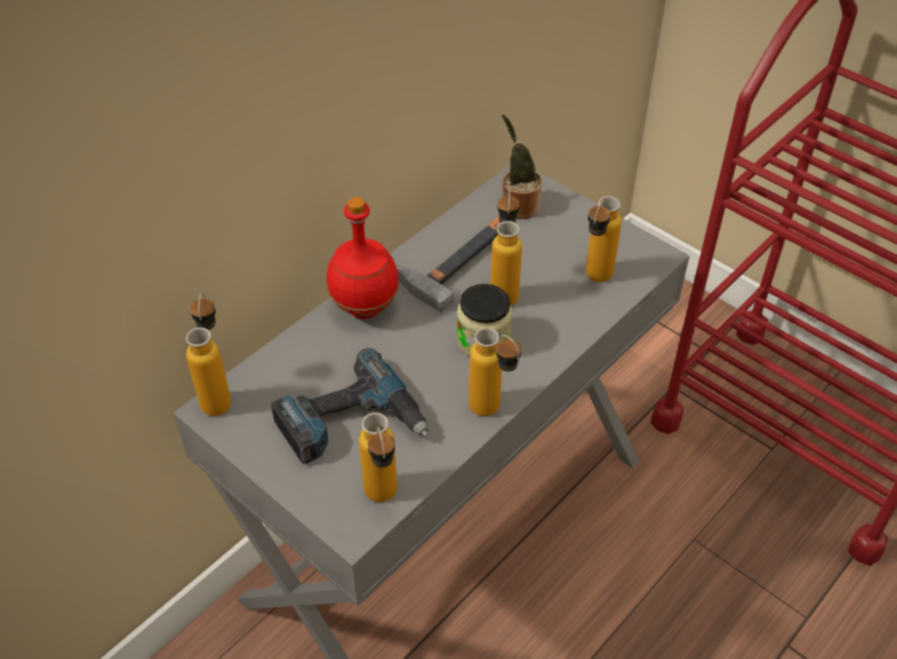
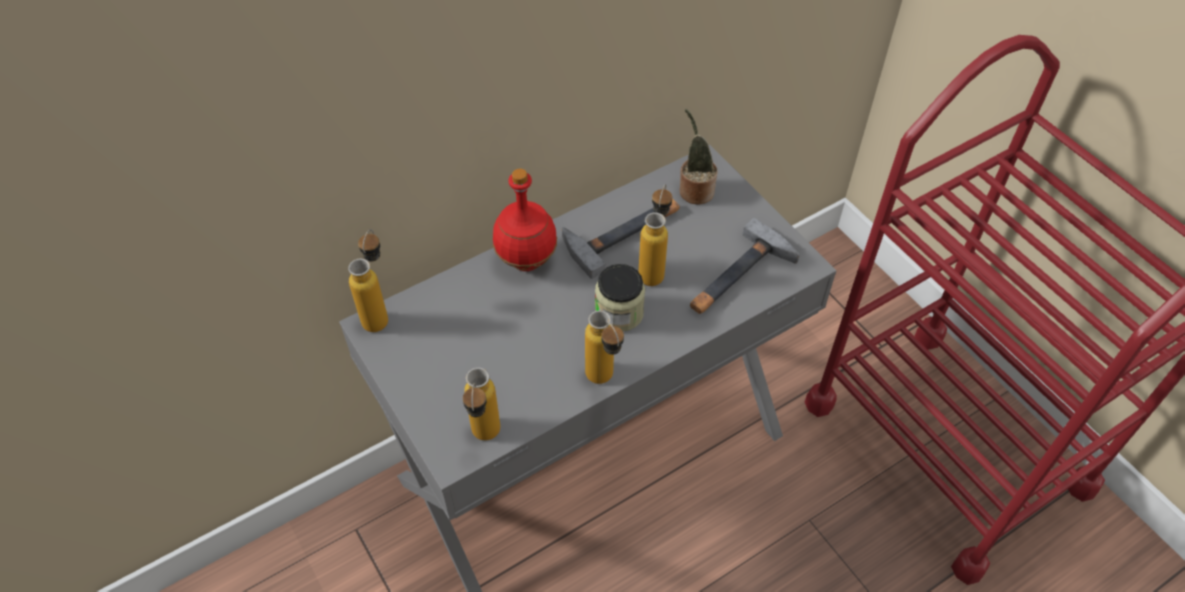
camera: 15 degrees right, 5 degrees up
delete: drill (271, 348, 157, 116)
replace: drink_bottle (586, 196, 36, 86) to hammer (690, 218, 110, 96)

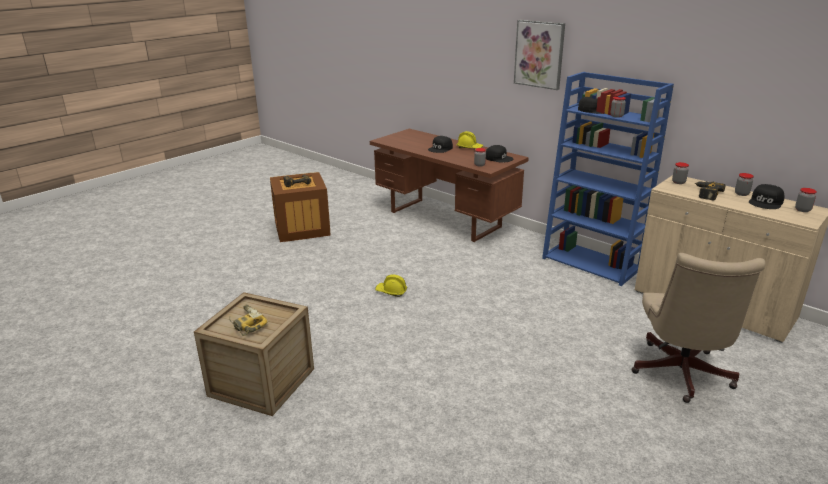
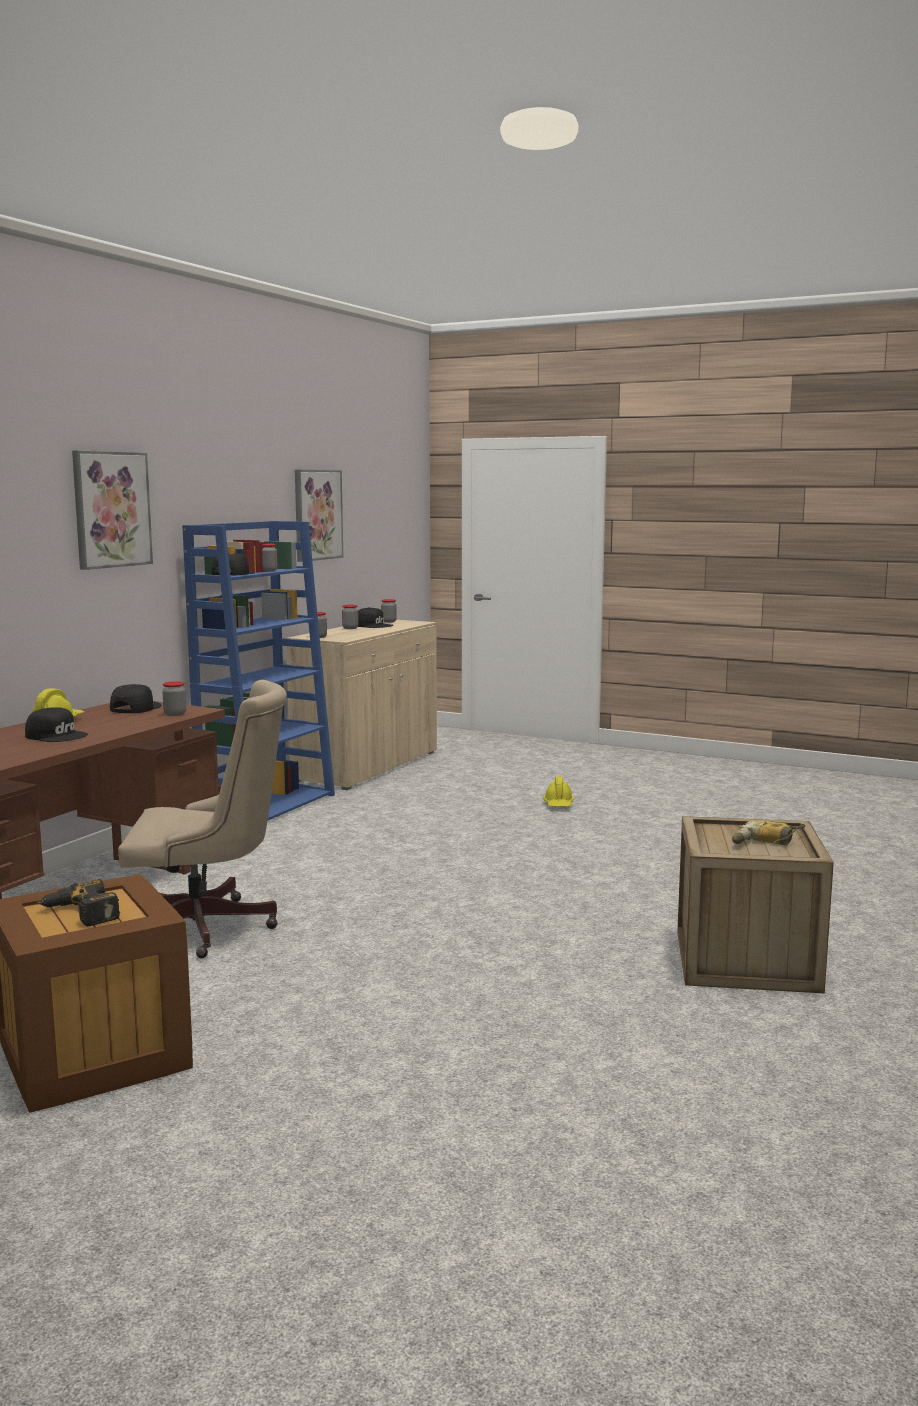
camera: 105 degrees left, 15 degrees down
delete: drill (694, 181, 31, 19)
insert: picture (295, 470, 48, 92)
move: sand-coloured_desk_chair (632, 253, 133, 150) to (118, 680, 169, 278); yellowish_safety_helmet (375, 274, 32, 23) to (543, 776, 31, 31)

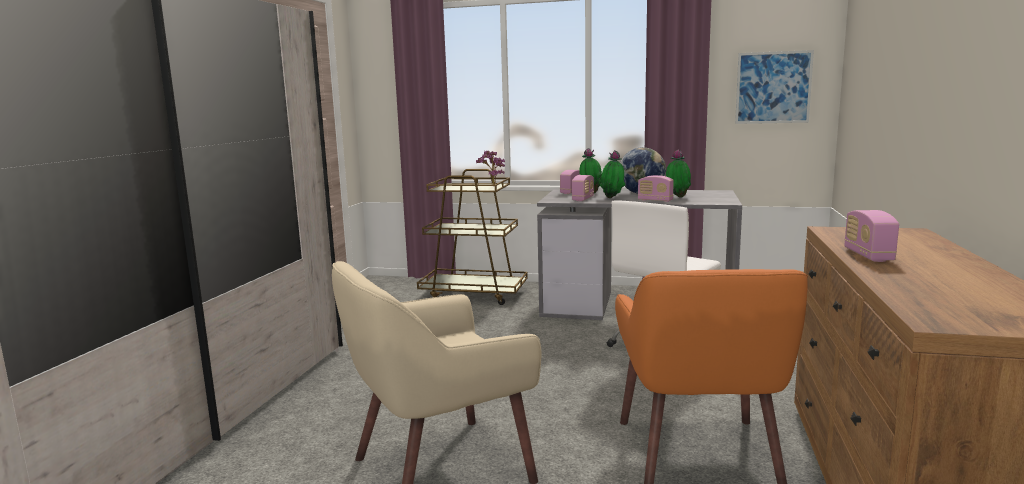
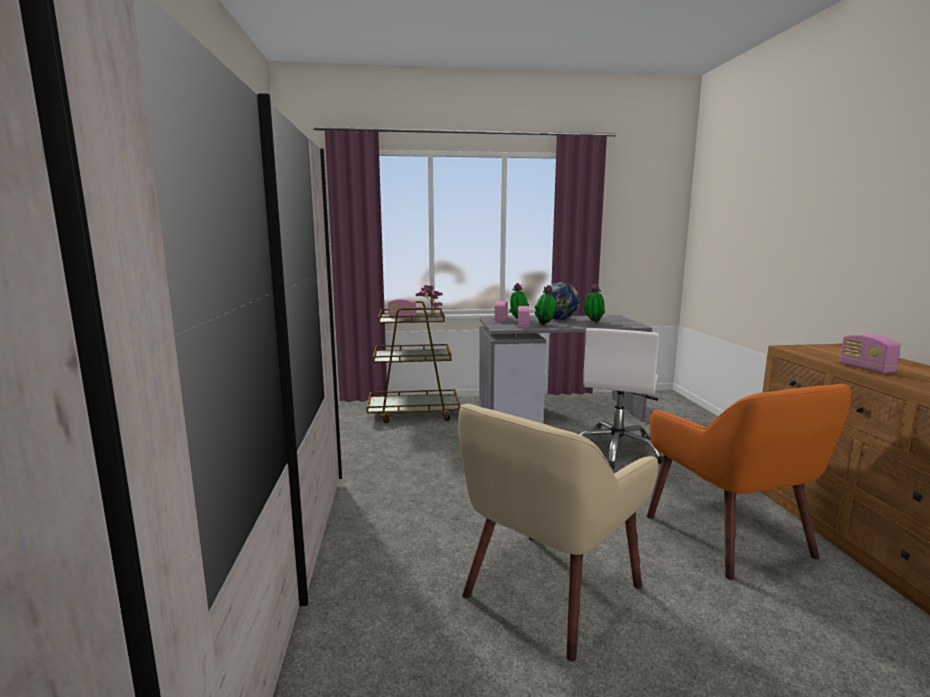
camera: 20 degrees left, 0 degrees up
delete: picture (735, 50, 79, 74)
move: radio (638, 175, 36, 27) to (388, 298, 28, 21)

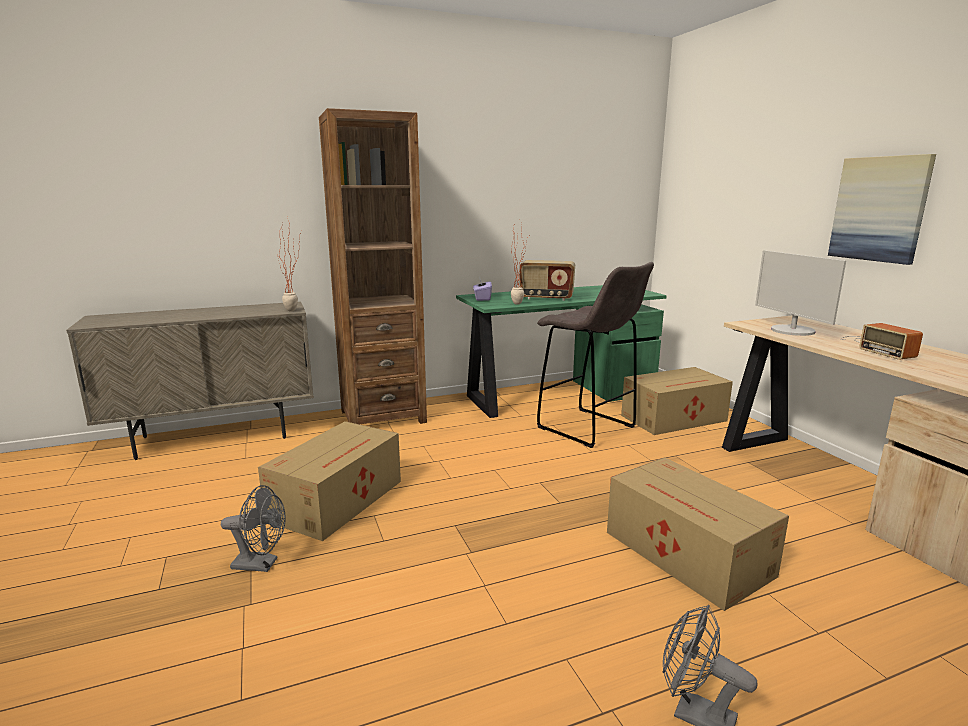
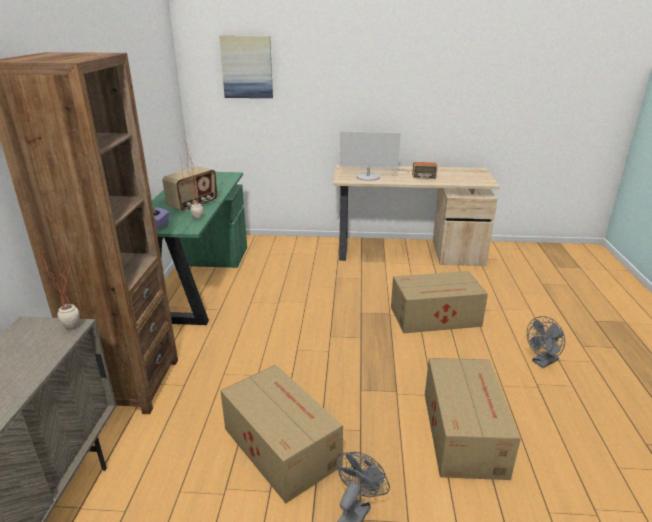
camera: 65 degrees left, 10 degrees up
delete: gray_stool (537, 262, 117, 186)
move: picture (828, 154, 108, 111) to (219, 36, 54, 62); packing_box (621, 367, 112, 68) to (425, 358, 96, 122)

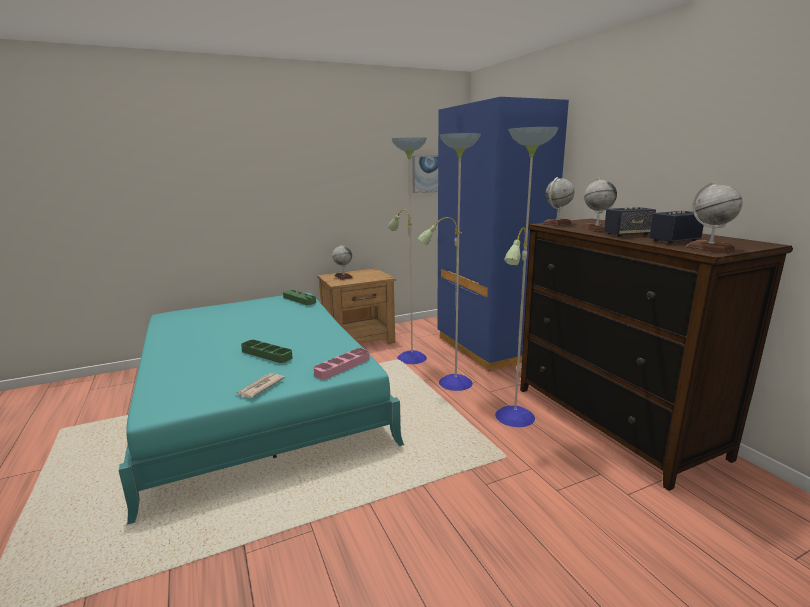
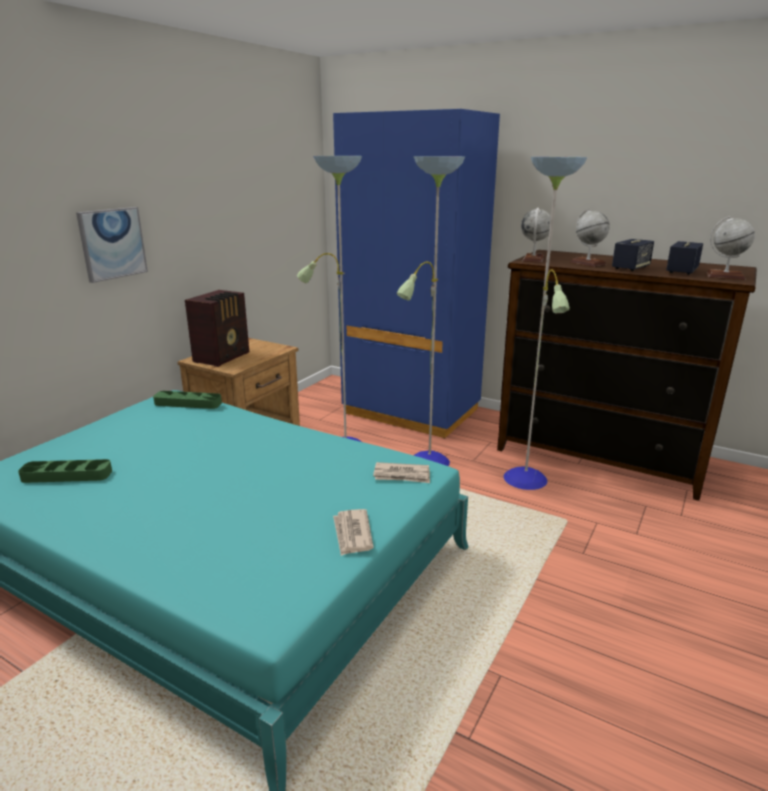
camera: 35 degrees left, 5 degrees up
move: greenish_tray (241, 340, 52, 23) to (18, 459, 94, 24); picture (412, 155, 26, 38) to (76, 207, 72, 76)
replace: globe (332, 244, 21, 36) to radio (185, 290, 64, 77); pinkish_tray (314, 348, 55, 32) to newspaper (373, 462, 57, 21)

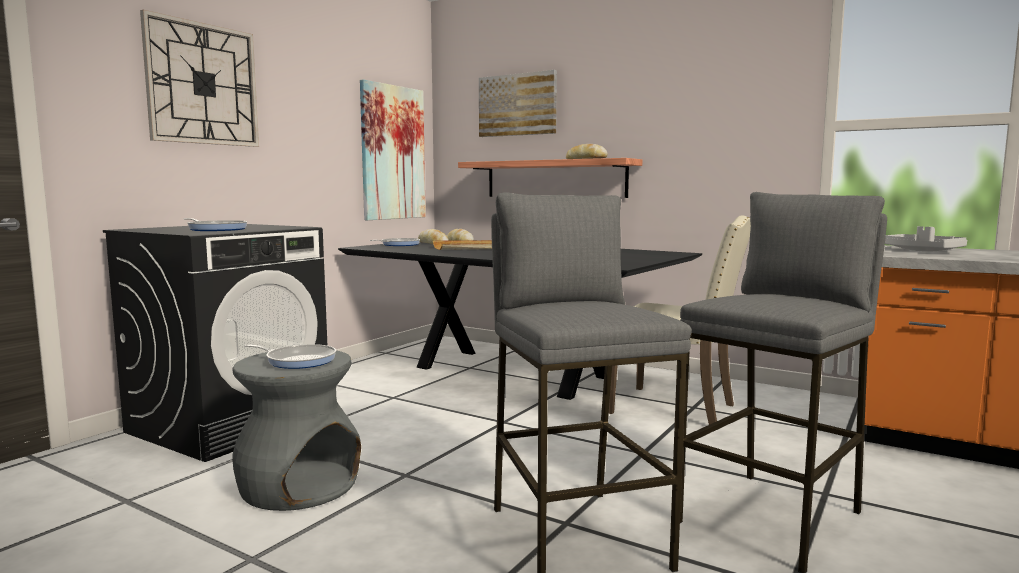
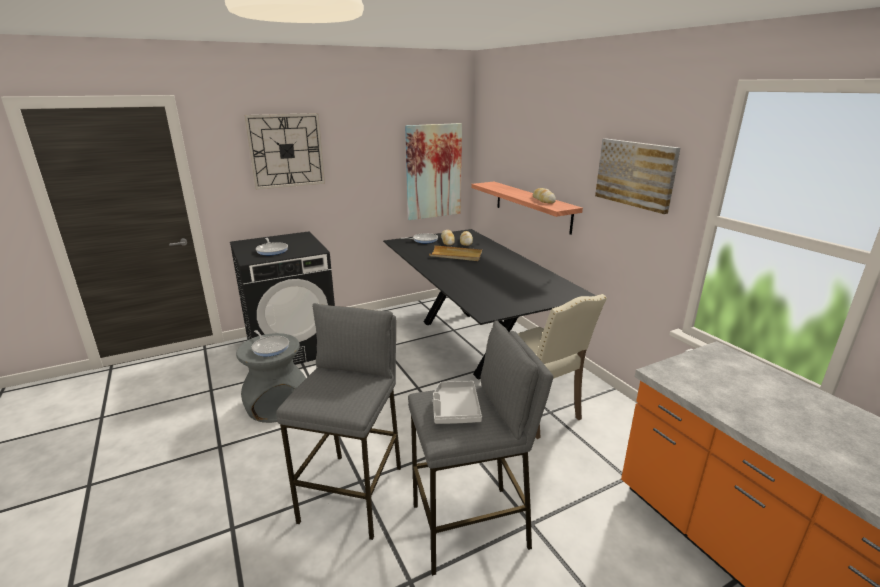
camera: 30 degrees right, 15 degrees up
move: gray_tray (885, 226, 82, 26) to (433, 381, 49, 43); picture (479, 70, 78, 67) to (595, 139, 85, 75)

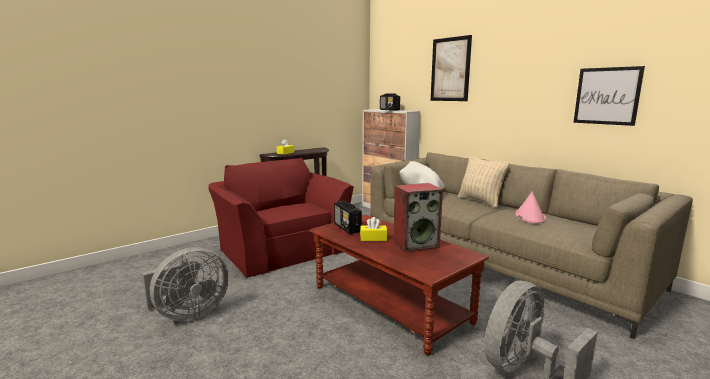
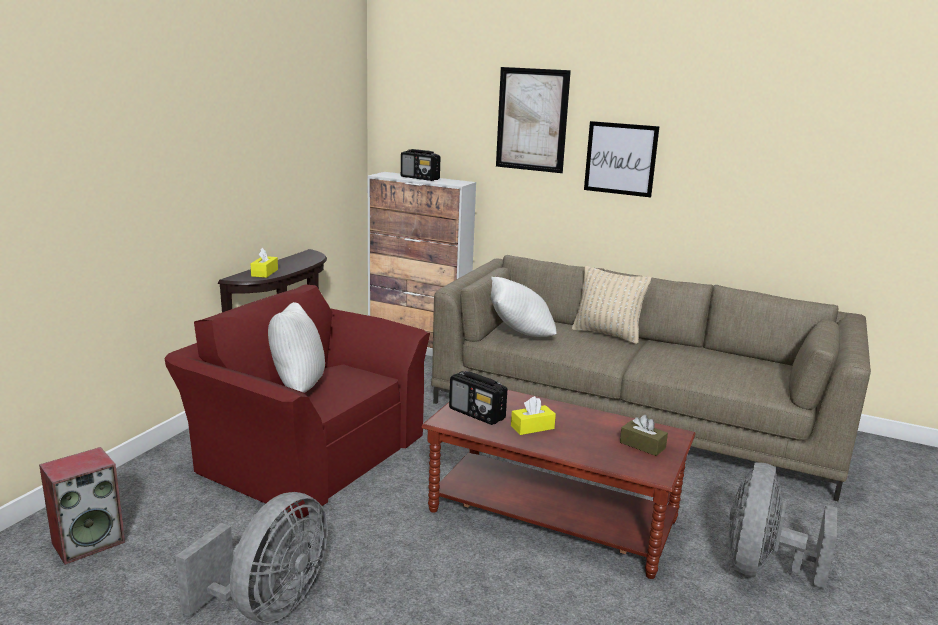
camera: 25 degrees left, 5 degrees up
delete: pinkish_wearable_hat (515, 192, 31, 32)
insert: whitish_pillow (268, 302, 57, 91); brown-coloured_tissue_box (620, 415, 48, 41)
move: speaker (393, 183, 50, 69) to (39, 447, 86, 118); picture (573, 66, 72, 60) to (584, 121, 76, 76)

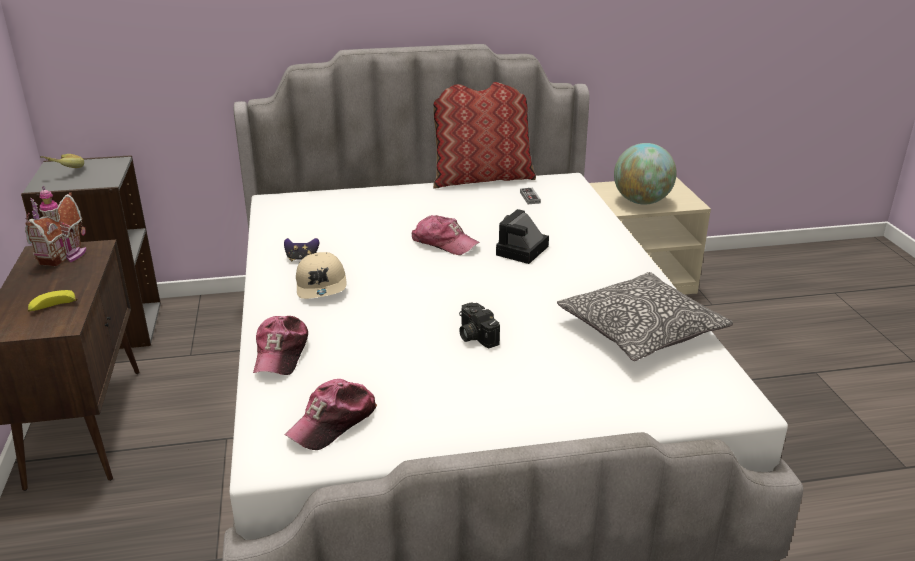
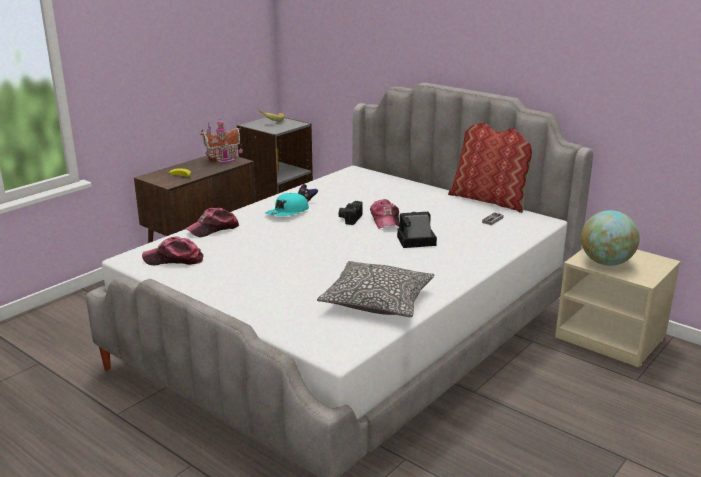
camera: 50 degrees right, 5 degrees down
move: photo_camera (459, 302, 41, 46) to (338, 201, 25, 24)
recolor: sand-coloured_cap (296, 252, 50, 47) to blue-green_cap (265, 193, 44, 23)

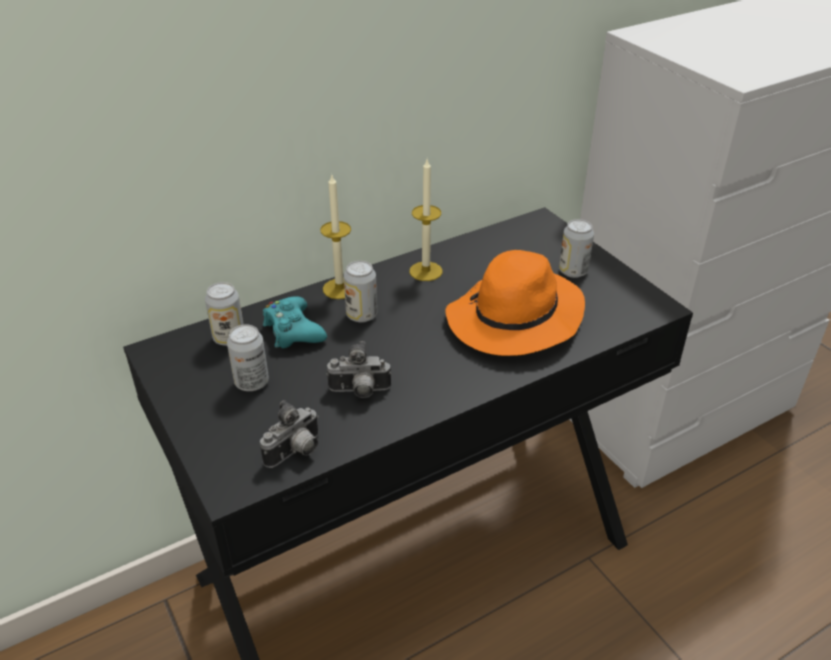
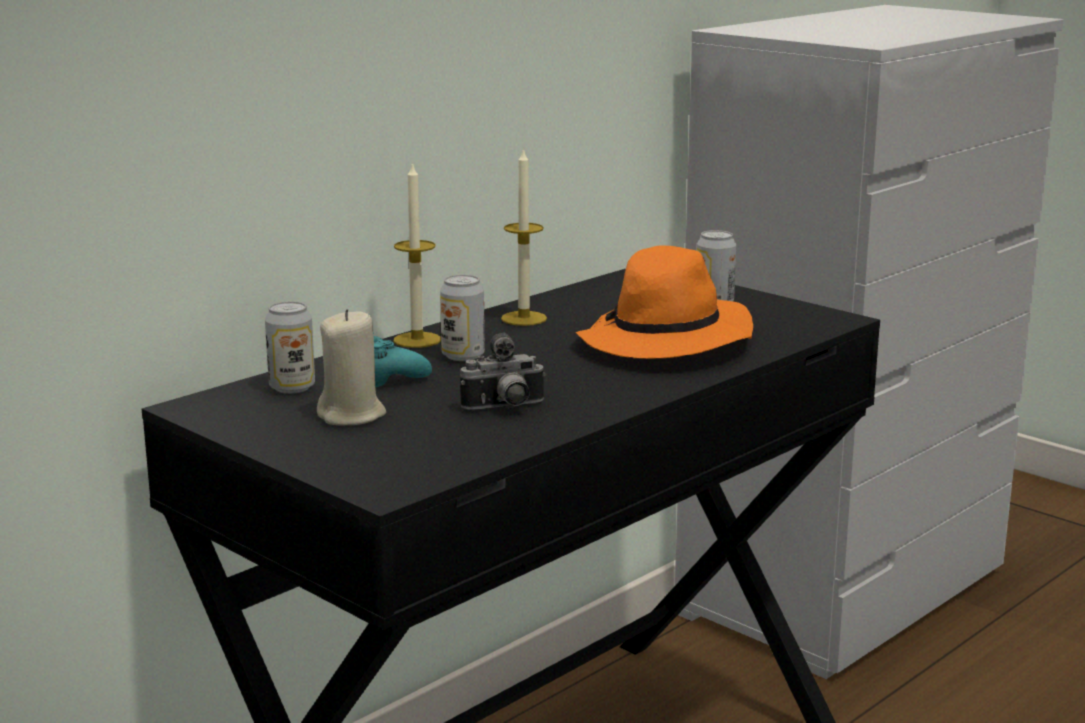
camera: 15 degrees left, 20 degrees down
delete: photo_camera (260, 400, 59, 68)
replace: metal_can (227, 324, 42, 67) to sand-coloured_candle (317, 309, 69, 116)

